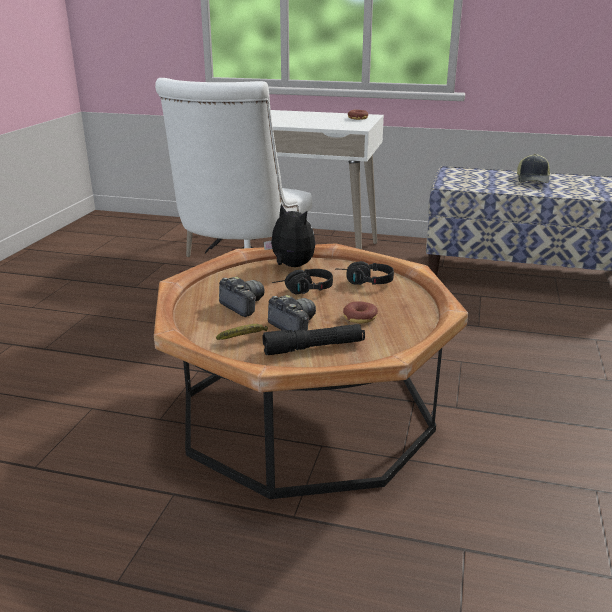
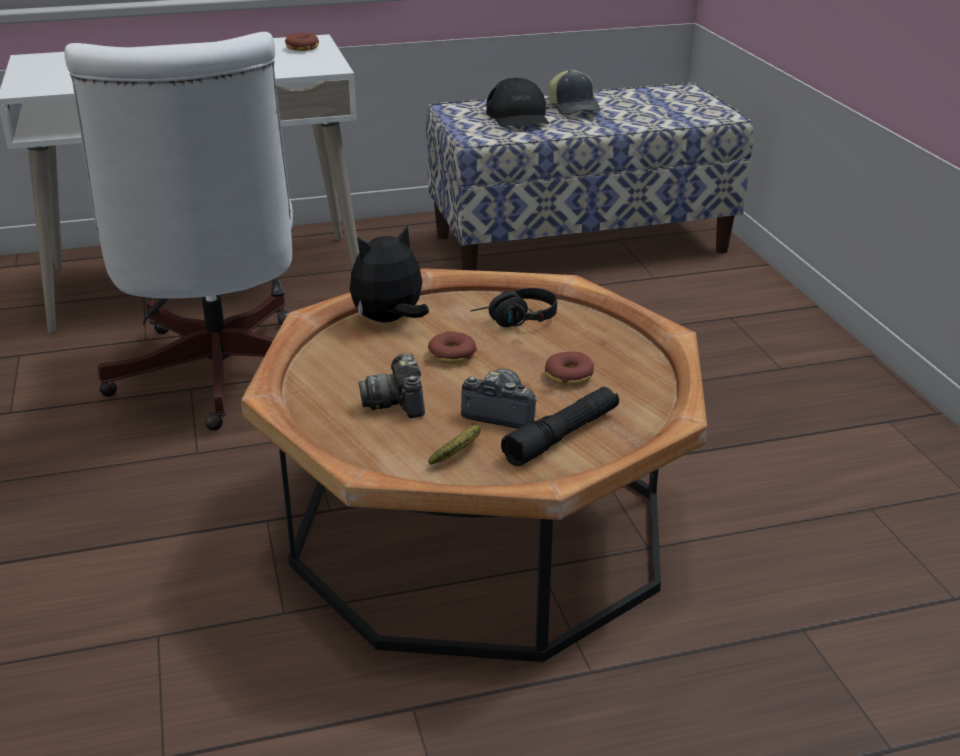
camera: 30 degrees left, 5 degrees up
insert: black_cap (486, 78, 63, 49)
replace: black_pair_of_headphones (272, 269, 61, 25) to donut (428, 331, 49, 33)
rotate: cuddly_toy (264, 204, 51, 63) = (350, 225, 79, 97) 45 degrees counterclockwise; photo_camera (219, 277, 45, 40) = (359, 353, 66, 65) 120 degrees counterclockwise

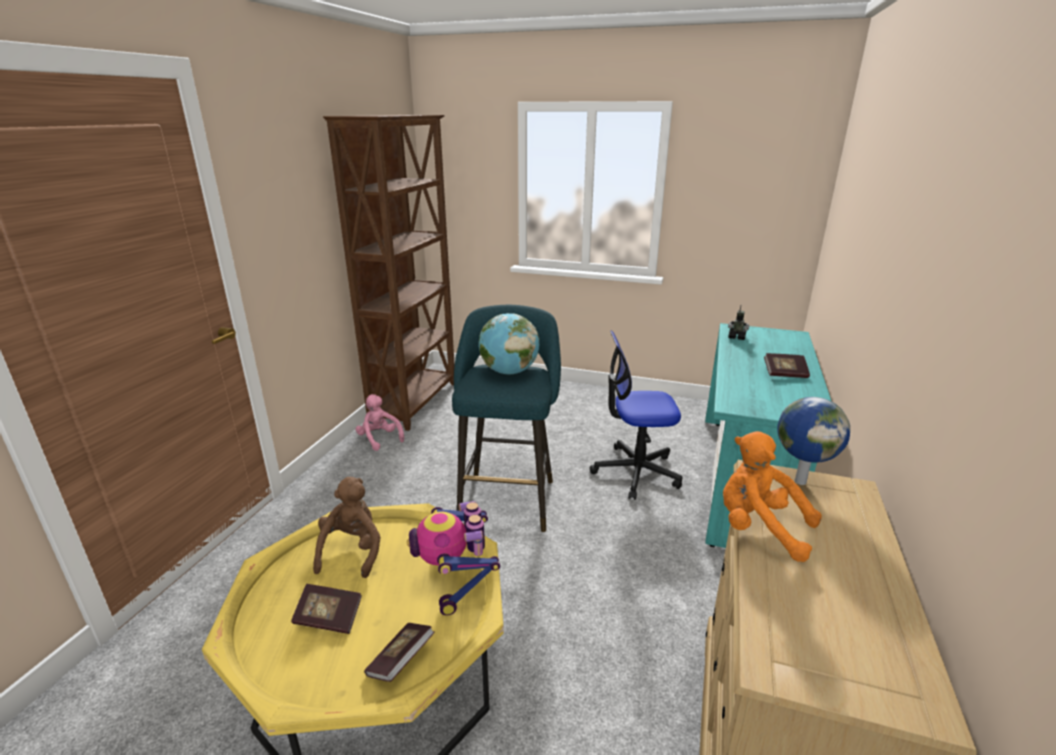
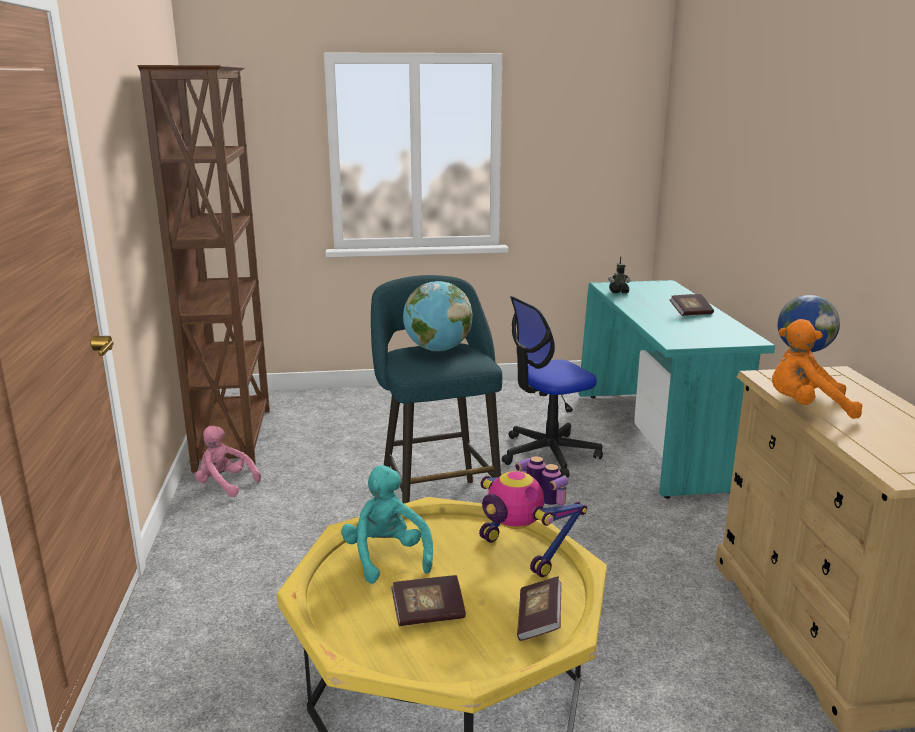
camera: 25 degrees left, 5 degrees down
recolor: brown-coloured_cuddly_toy (313, 477, 68, 101) to blue-green_cuddly_toy (341, 465, 92, 119)

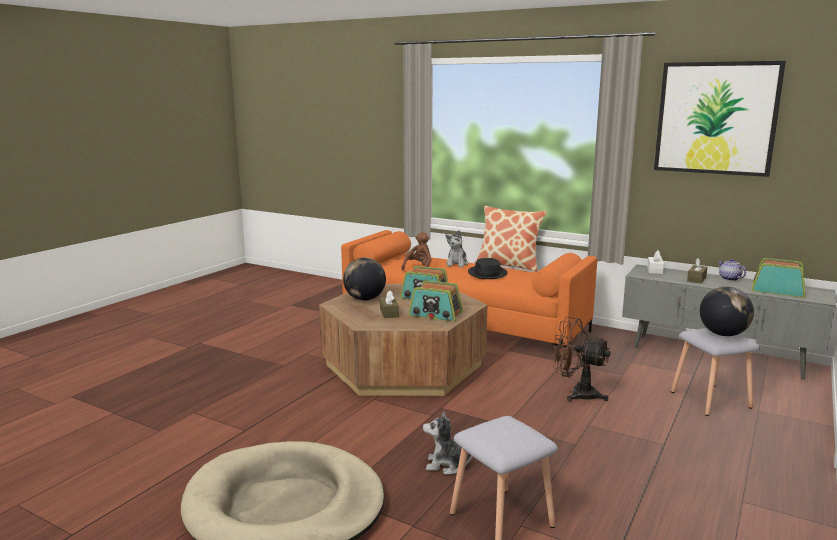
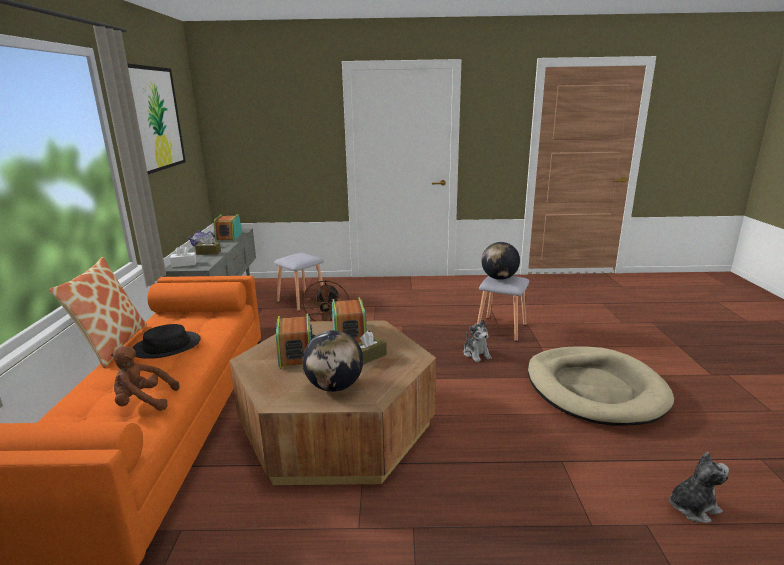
camera: 120 degrees left, 5 degrees up
move: globe (700, 287, 54, 49) to (481, 242, 39, 38); cuddly_toy (445, 230, 23, 38) to (670, 452, 59, 71)

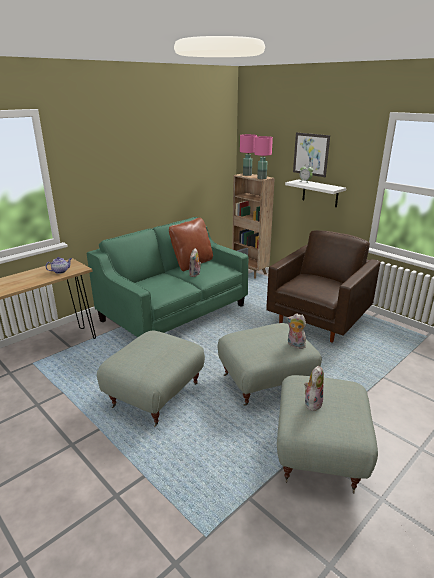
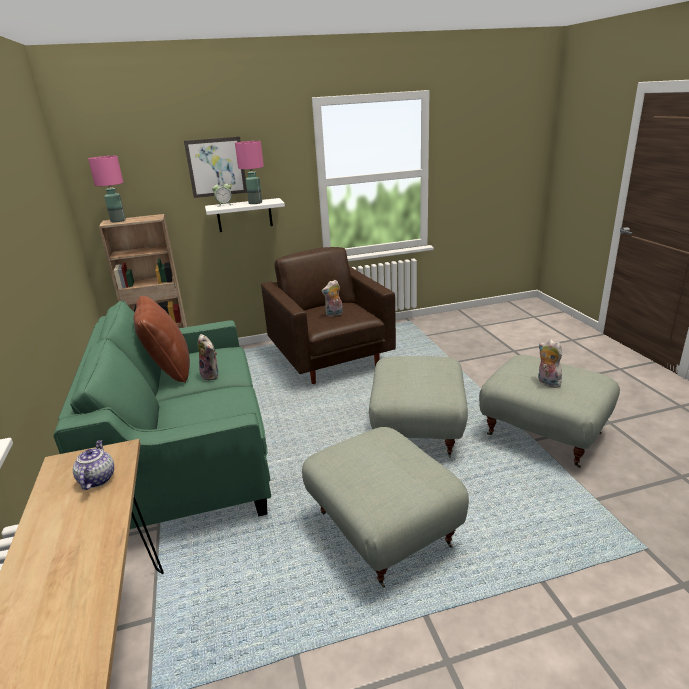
camera: 60 degrees left, 0 degrees up
move: pinkish_tabletop_lamp (254, 136, 19, 43) to (235, 141, 29, 63); cuddly_toy (287, 313, 19, 36) to (322, 280, 21, 37)

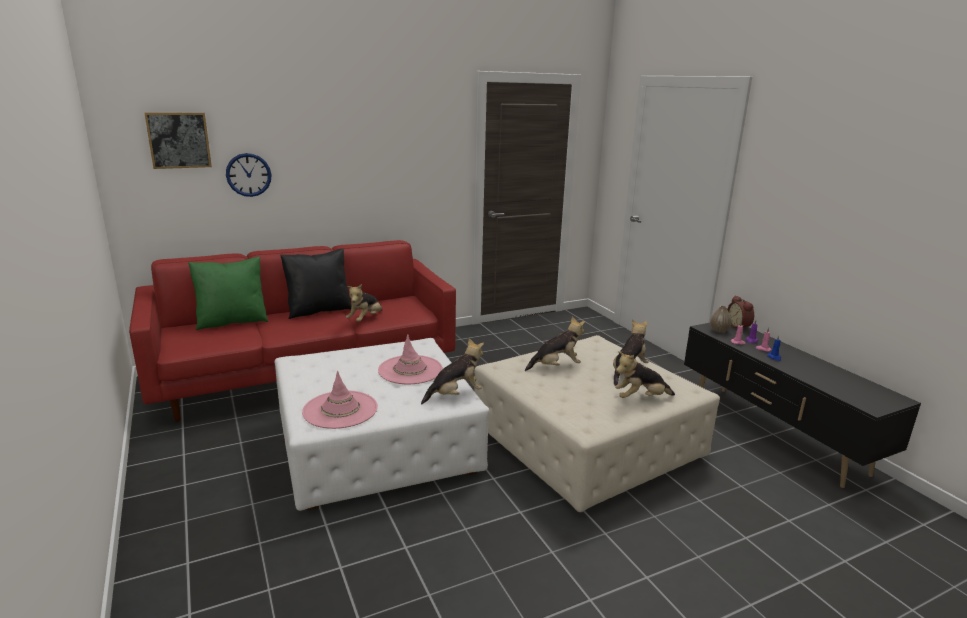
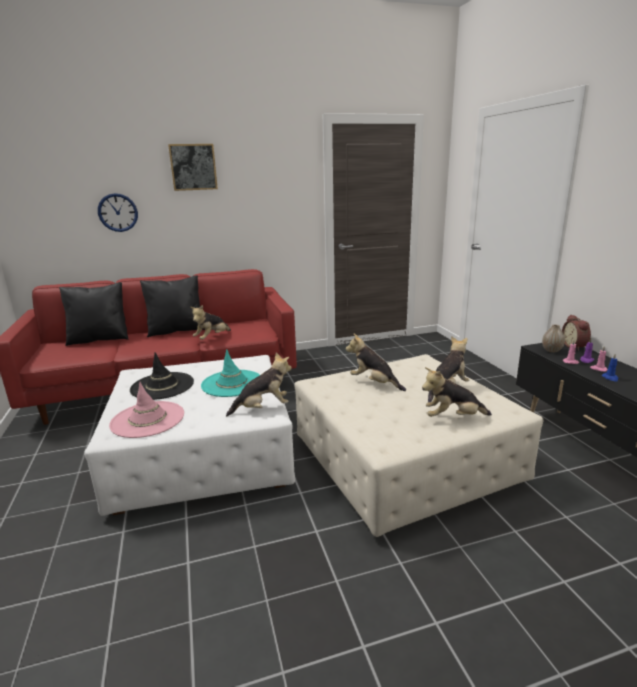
camera: 10 degrees right, 0 degrees up
insert: black_wearable_hat (130, 352, 64, 48)
move: picture (145, 112, 67, 57) to (168, 144, 50, 47)
recolor: greenish_pillow (188, 257, 80, 73) to black_pillow (59, 282, 70, 64); pinkish_wearable_hat (378, 334, 65, 50) to blue-green_wearable_hat (201, 349, 59, 48)
rotate: cuddly_toy (525, 316, 60, 55) = (346, 333, 60, 58) 135 degrees counterclockwise

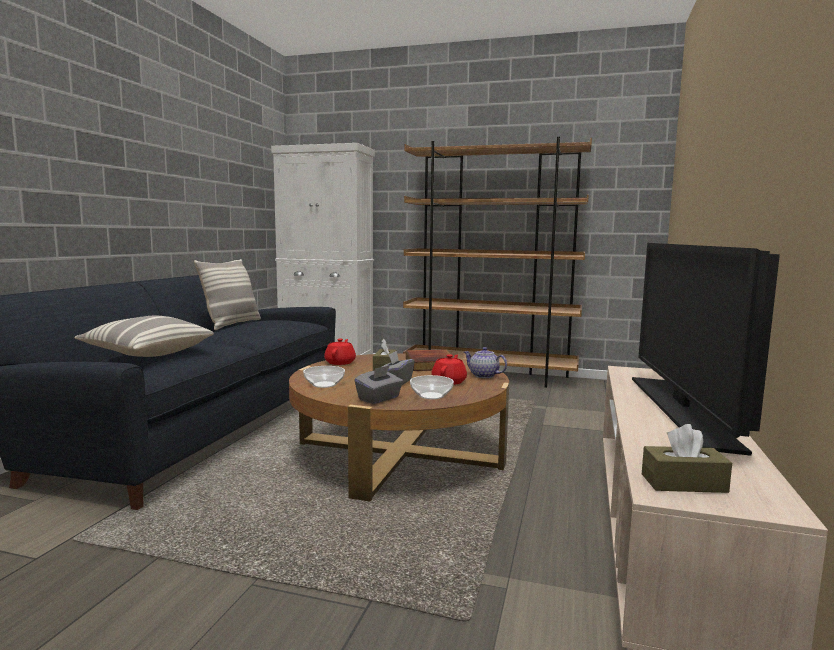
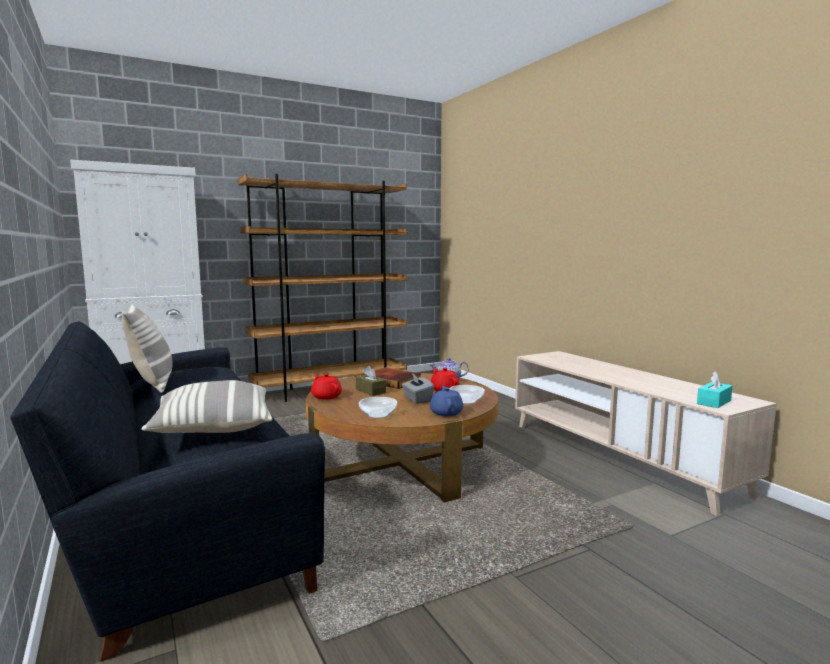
camera: 45 degrees left, 0 degrees up
delete: TV (632, 243, 148, 213)
replace: gray_tissue_box (355, 365, 48, 39) to blue_pot_for_tea (430, 386, 33, 30)
recolor: brown-coloured_tissue_box (642, 424, 90, 69) to blue-green_tissue_box (697, 371, 35, 37)

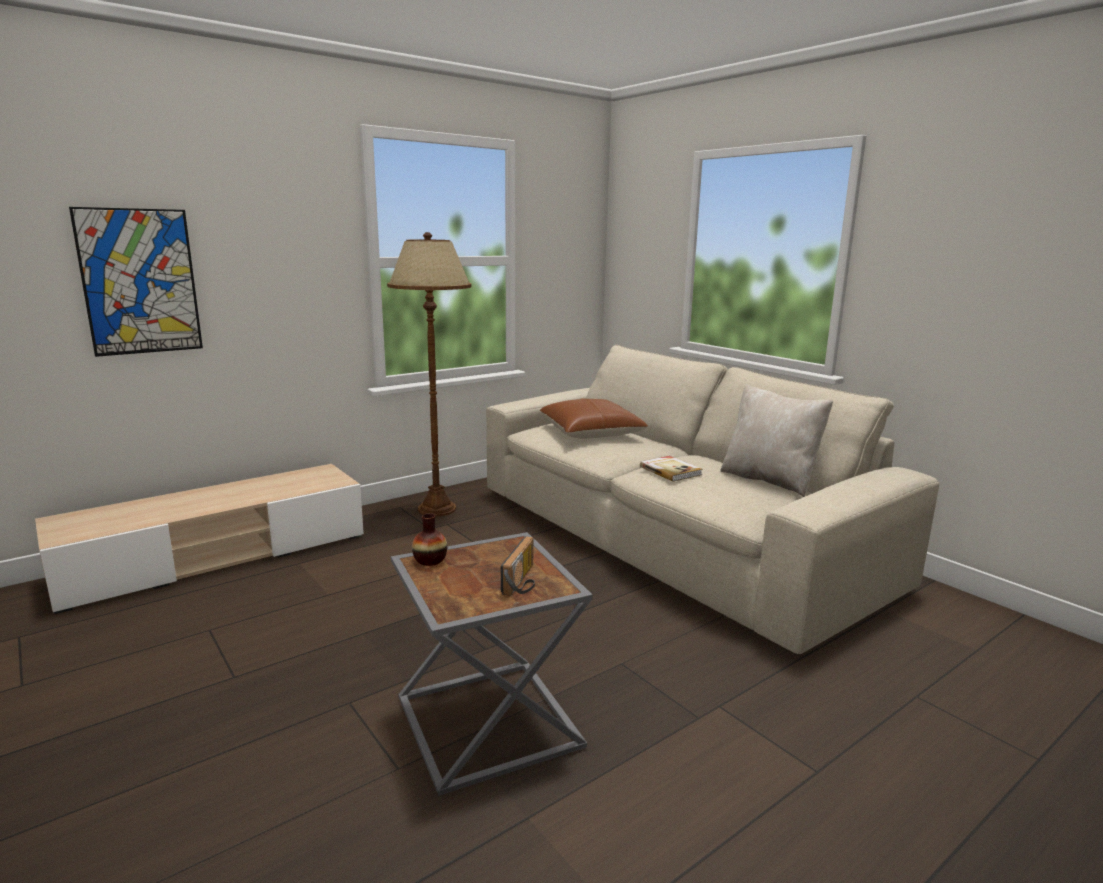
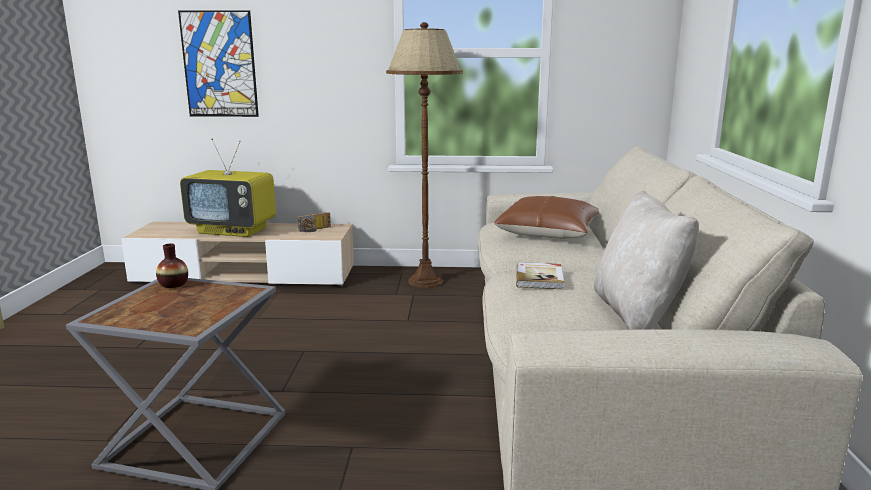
camera: 40 degrees right, 0 degrees up
insert: TV (180, 139, 96, 98)
move: radio (501, 536, 34, 60) to (296, 212, 35, 20)

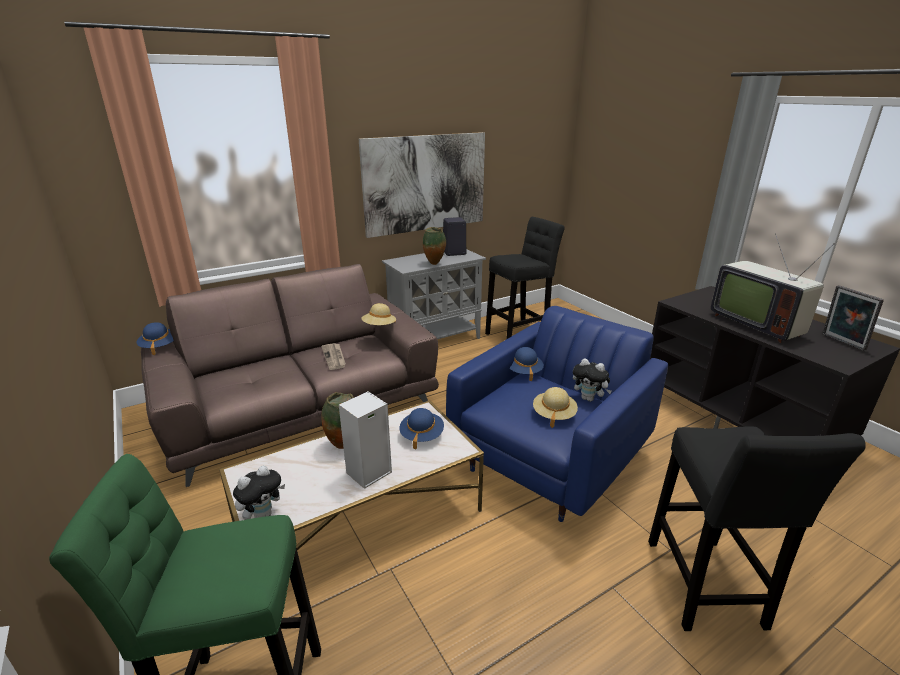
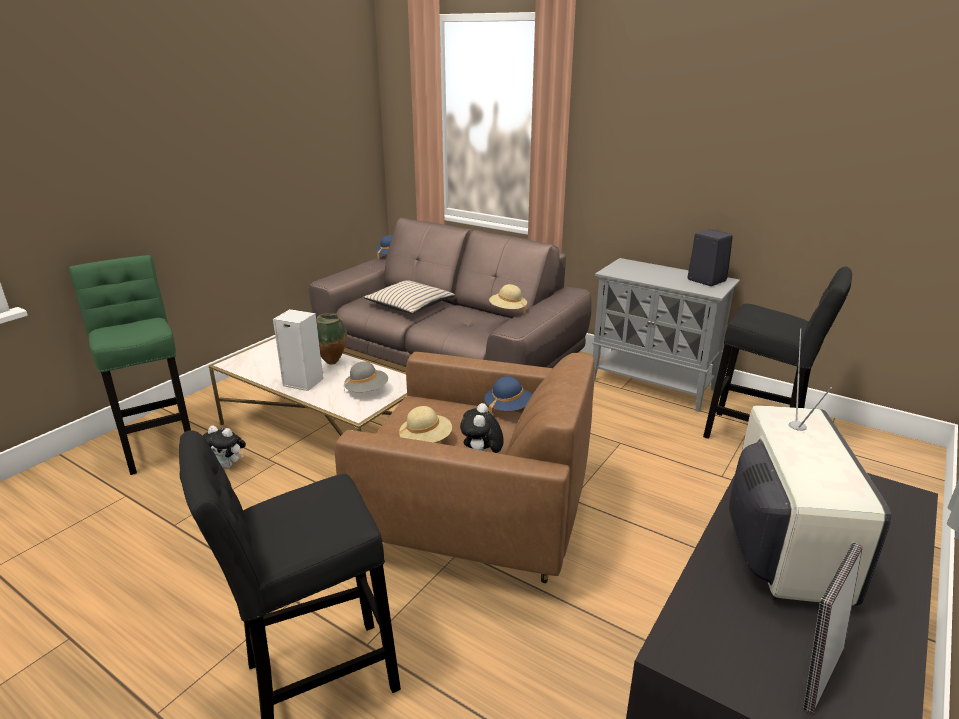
camera: 65 degrees right, 0 degrees up
delete: newspaper (321, 343, 25, 27); picture (359, 132, 126, 106); decorative_vase (423, 227, 23, 38)
insert: sand-coloured_pillow (364, 280, 91, 34)
move: cuddly_toy (233, 465, 52, 55) to (203, 426, 43, 42)
recolor: blue_lounge_chair (446, 306, 222, 216) to brown-coloured_lounge_chair (335, 352, 260, 231); blue_wearable_hat (399, 408, 45, 42) to gray_wearable_hat (344, 361, 44, 32)
rotate: TV (711, 233, 124, 110) = (729, 328, 162, 278) 150 degrees clockwise

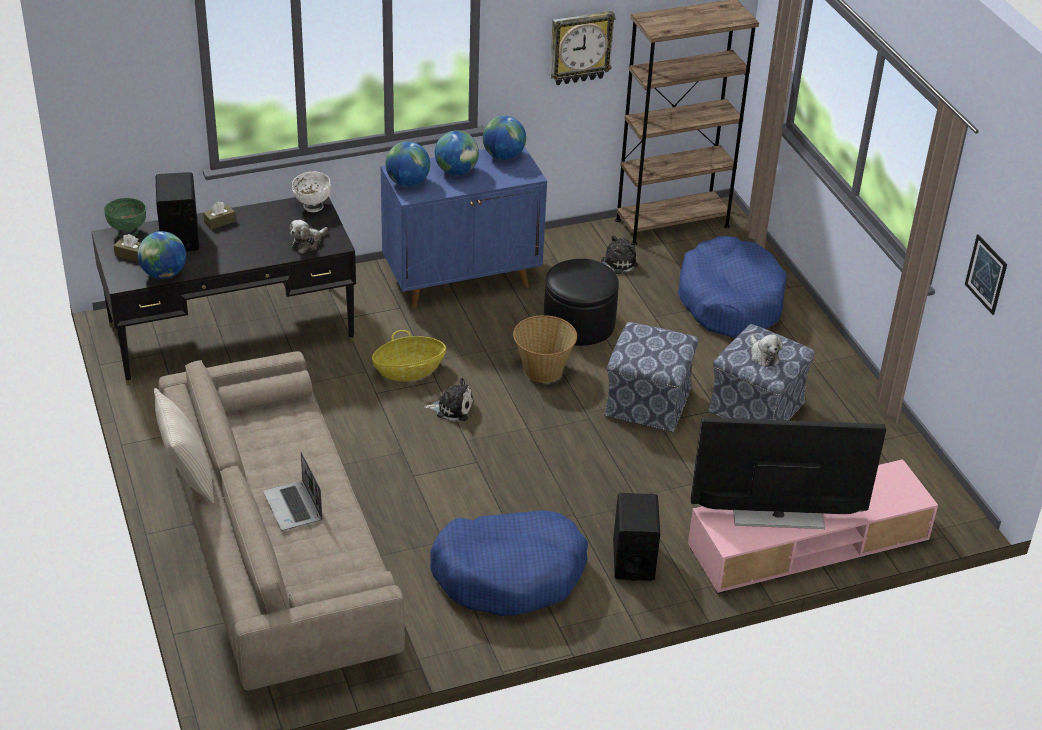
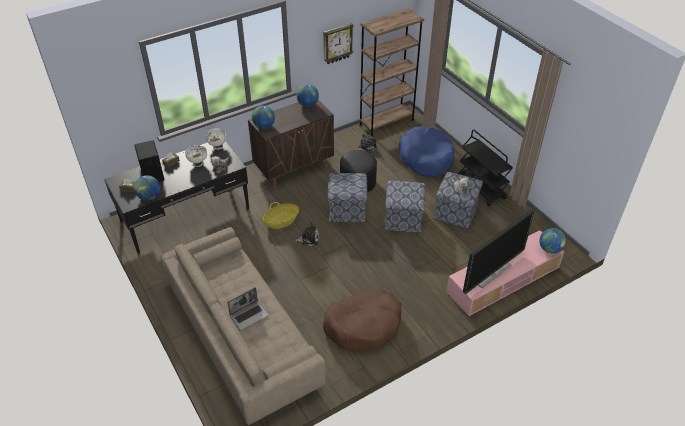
camera: 10 degrees left, 5 degrees up
delete: greenish_bowl (104, 198, 42, 40); sand-coloured_pillow (154, 388, 60, 116); black_speaker (613, 493, 47, 88); picture (965, 234, 42, 81)
insert: whitish_bowl (185, 145, 22, 22); black_cart (458, 130, 55, 77)
move: globe (435, 130, 44, 45) to (539, 228, 27, 25)
replace: household_basket (513, 315, 64, 68) to pouffe (328, 173, 39, 49)
recolor: blue_cabinet (381, 146, 166, 163) to brown-coloured_cabinet (248, 100, 86, 88); blue_dog_bed (430, 510, 158, 106) to brown-coloured_dog_bed (323, 290, 78, 61)
rotate: laptop (263, 452, 59, 79) = (227, 287, 42, 43) 90 degrees counterclockwise; TV (691, 417, 195, 112) = (463, 210, 72, 84) 150 degrees clockwise

